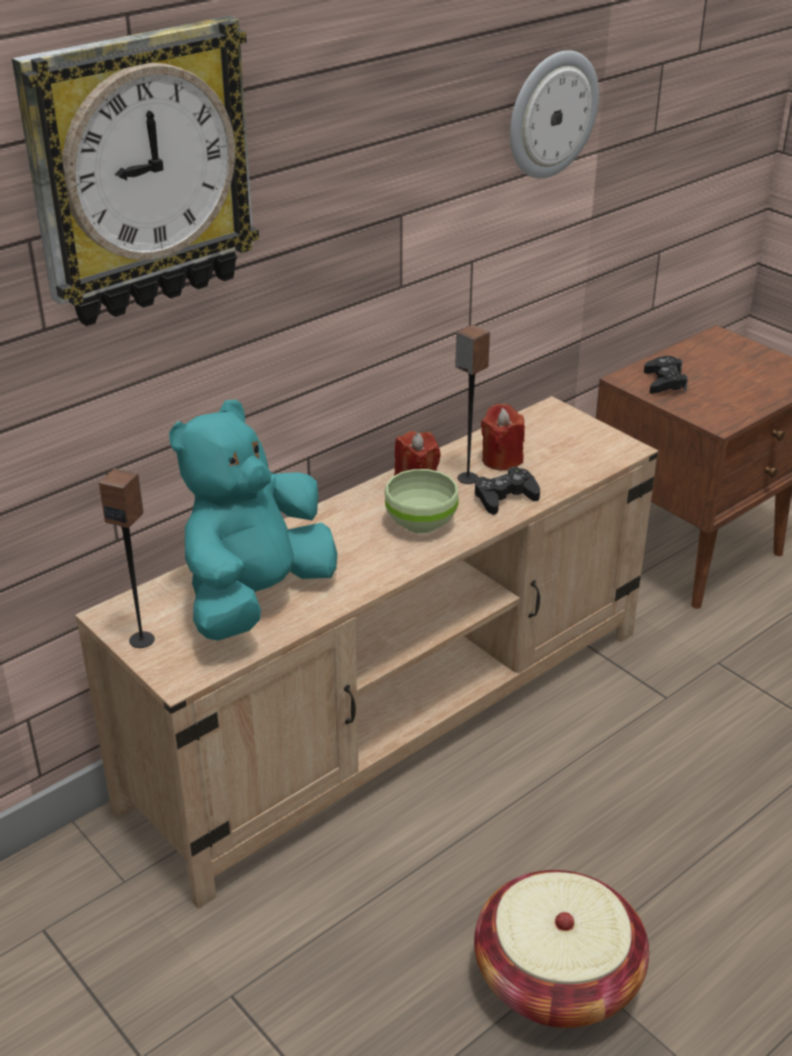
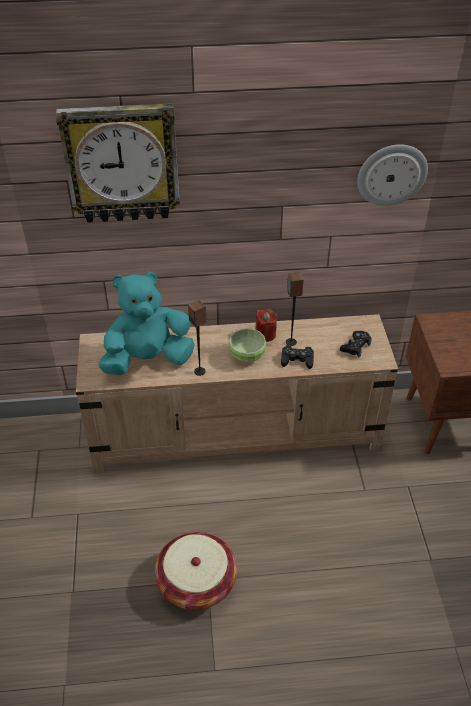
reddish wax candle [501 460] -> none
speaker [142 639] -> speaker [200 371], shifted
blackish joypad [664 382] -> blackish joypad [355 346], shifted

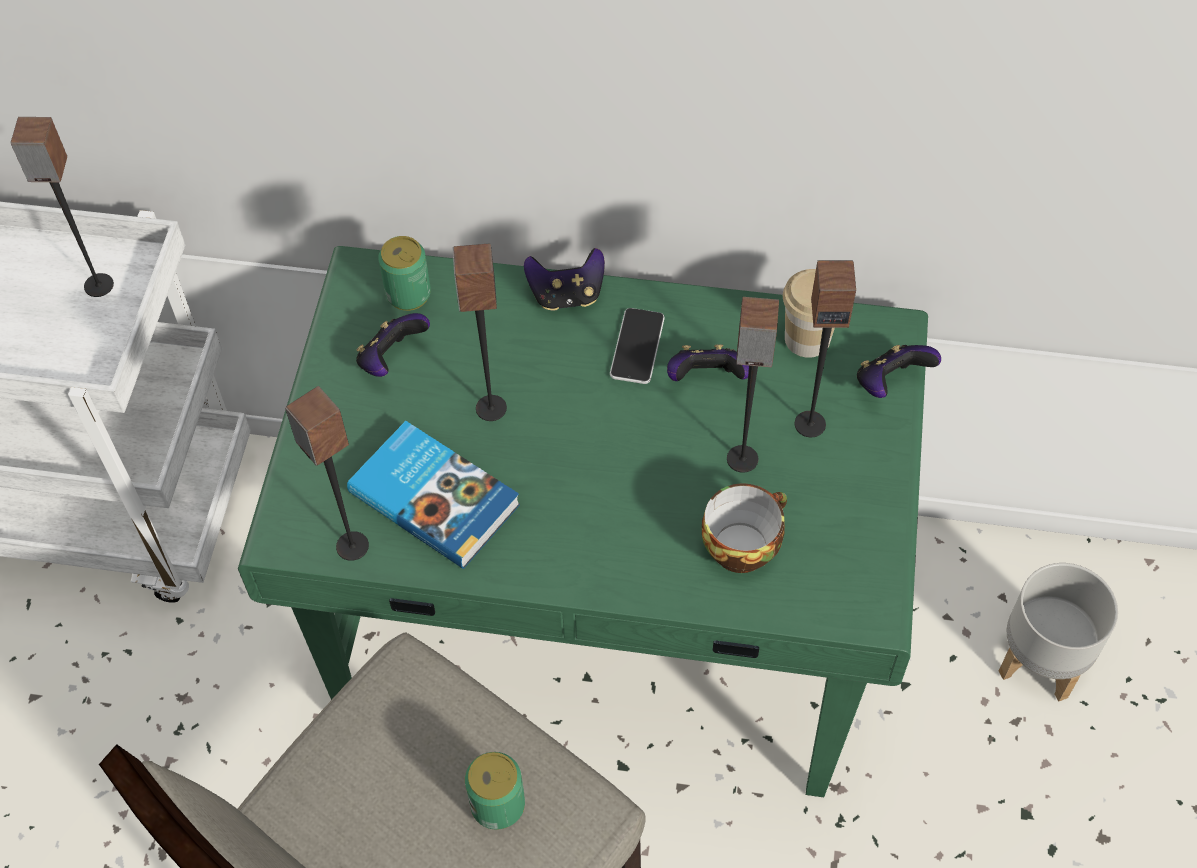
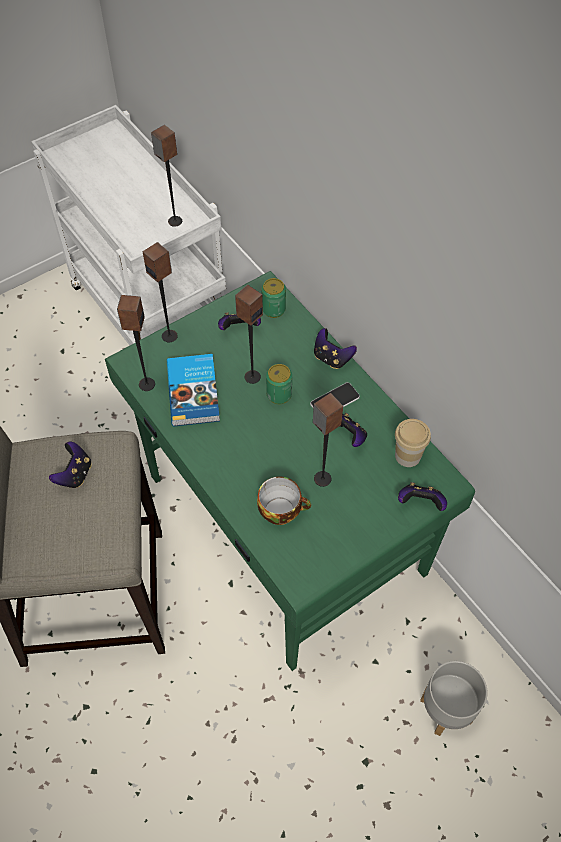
none -> joypad [75 474]
metal can [498 805] -> metal can [279 395], shifted
speaker [810 423] -> speaker [170 336], shifted

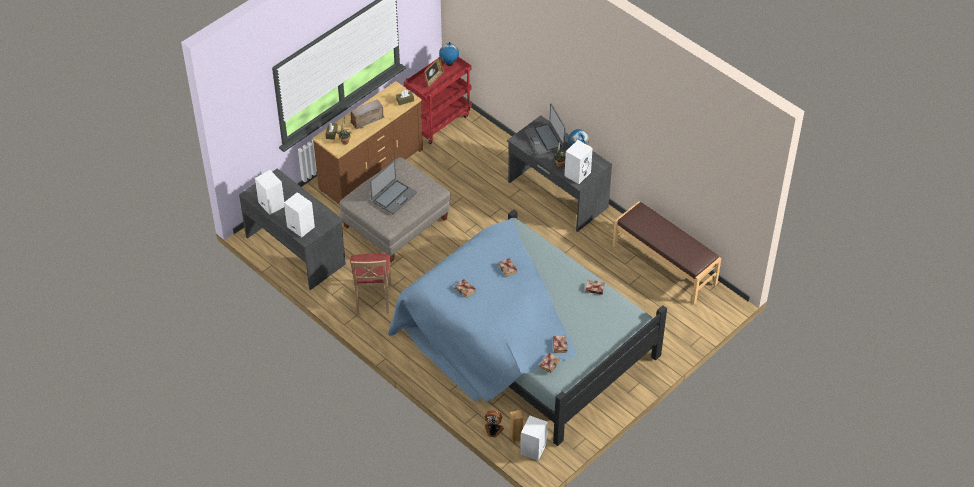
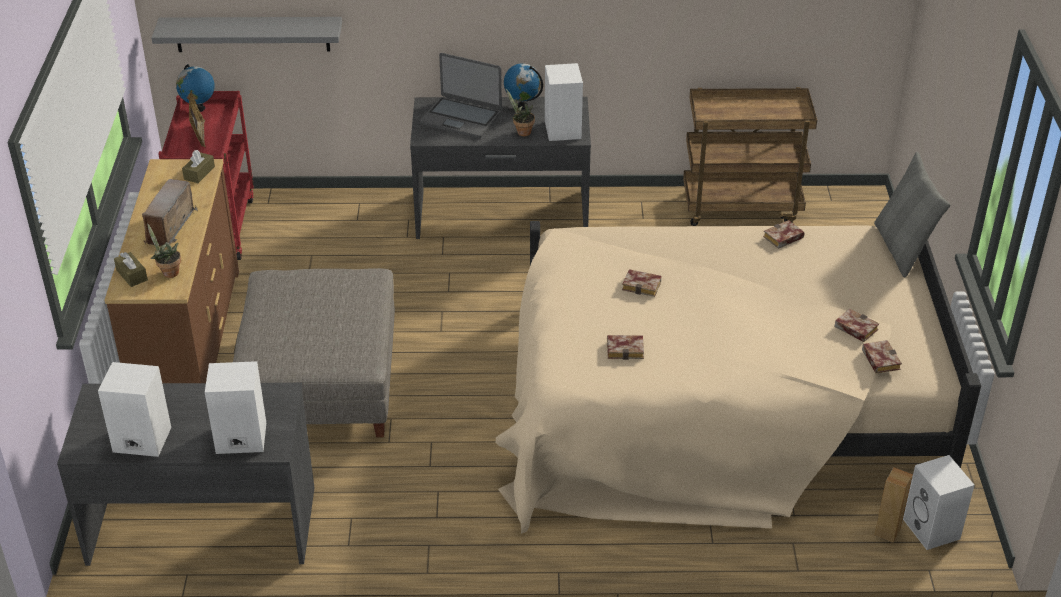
beige-coloured chair [372 298] -> none
notebook computer [393 197] -> none
electric fan [493 430] -> none
none -> greyish wall shelf [252 34]
none -> greyish cushion [902 249]
brown bench [664 264] -> brown wheeled cart [742 207]
blue sleeping bed [524 342] -> beige-coloured sleeping bed [716 405]

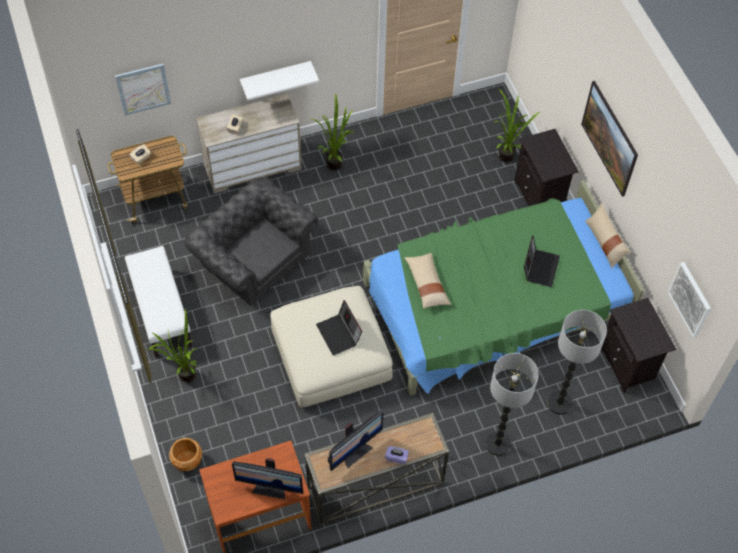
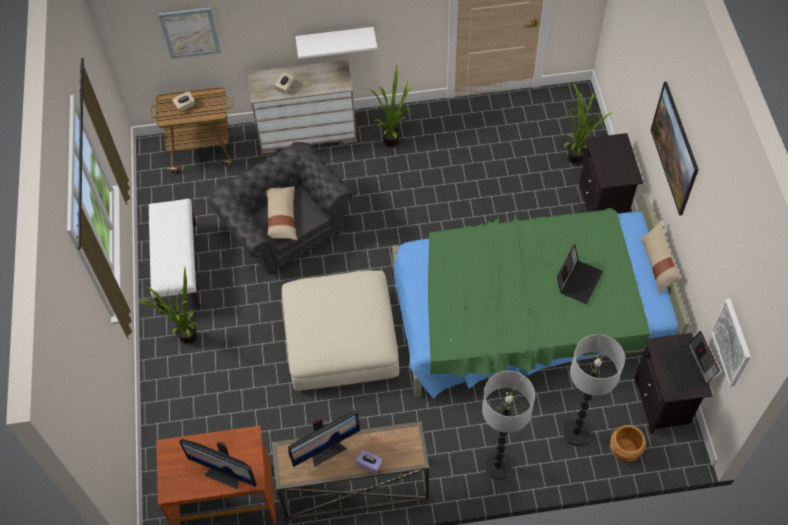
brown plant pot [187 461] -> brown plant pot [624 450], shifted
notebook computer [339 334] -> notebook computer [687 369], shifted
beige-coloured cushion [427 284] -> beige-coloured cushion [281 217], shifted

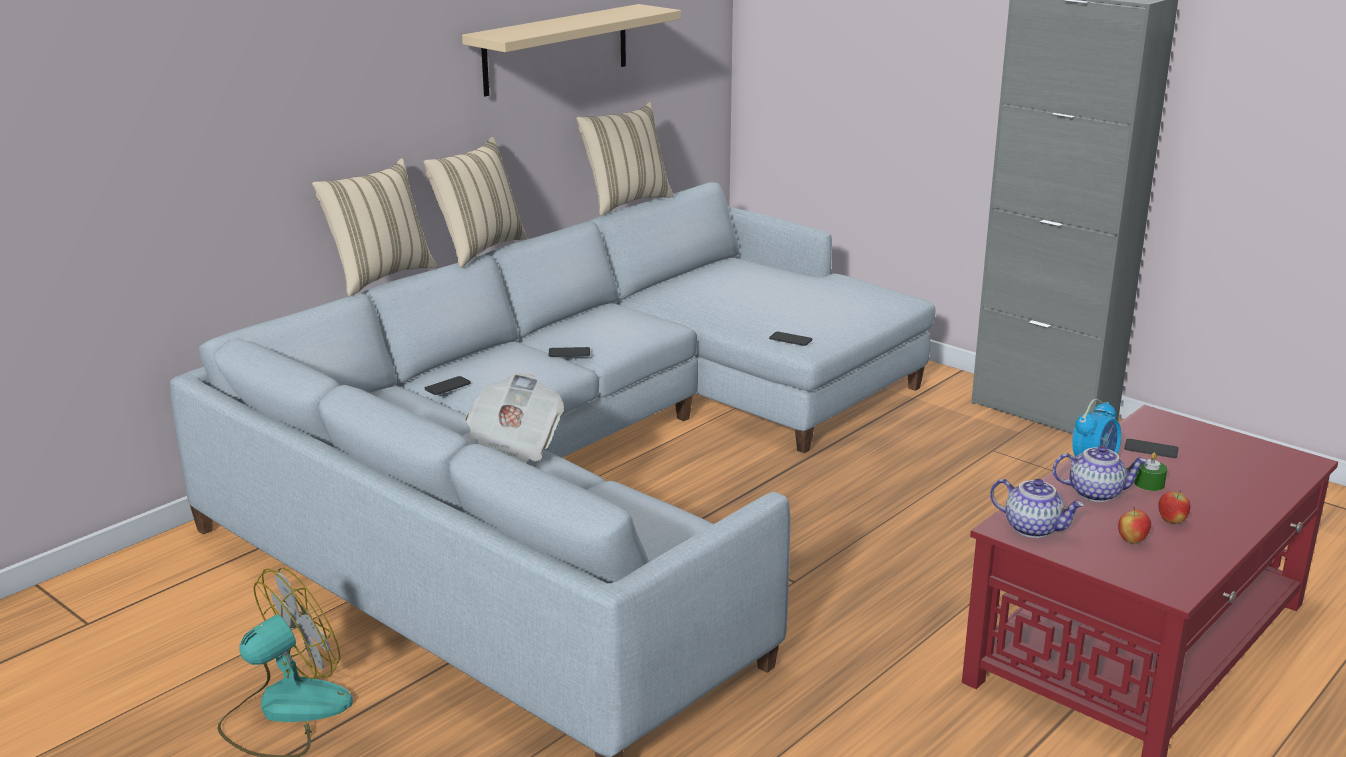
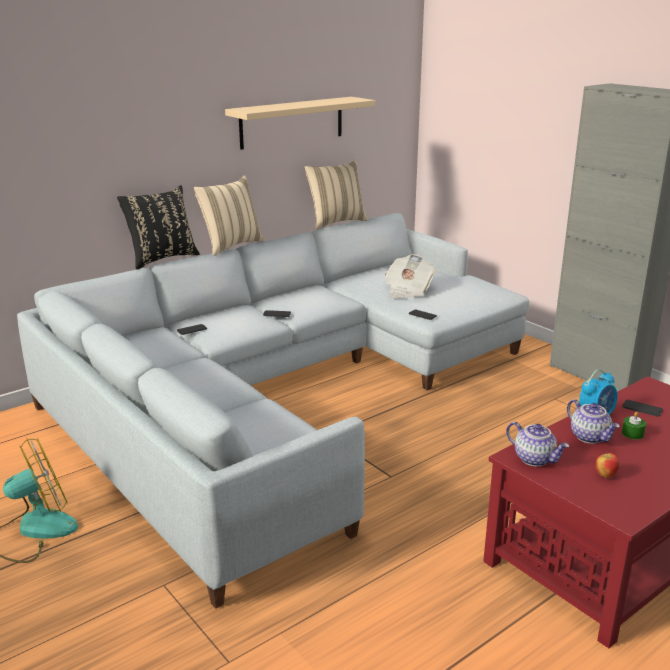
whole apple [1171 521] -> none
newspaper [512 447] -> newspaper [407 290], shifted
beige-coloured cushion [379 277] -> blackish cushion [161 259]
pot for tea [1095 493] -> pot for tea [590 437], 45 degrees clockwise

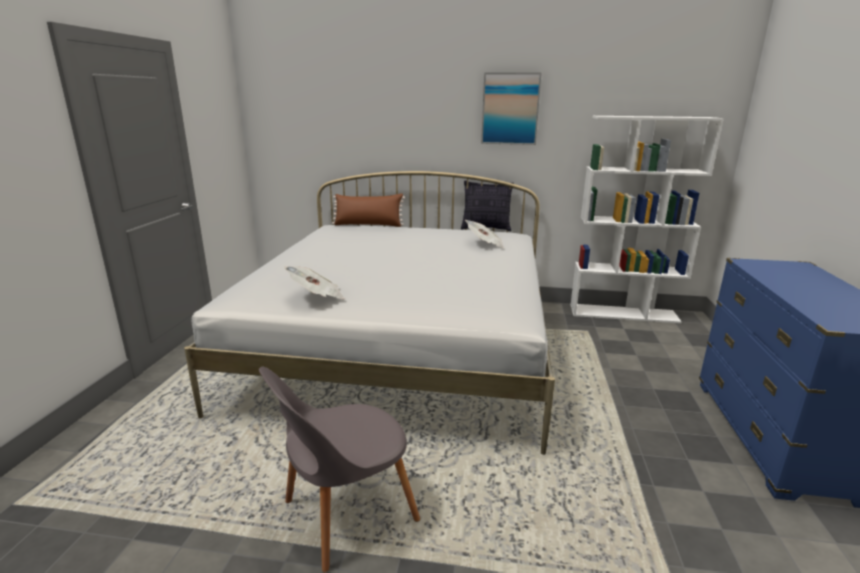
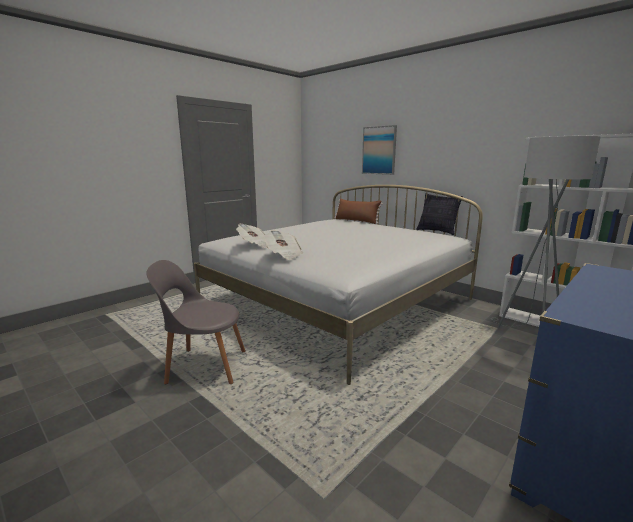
none -> greyish standard lamp [526 337]
newspaper [485 244] -> newspaper [284 255], shifted
wall art [510 109] -> wall art [379 150], shifted

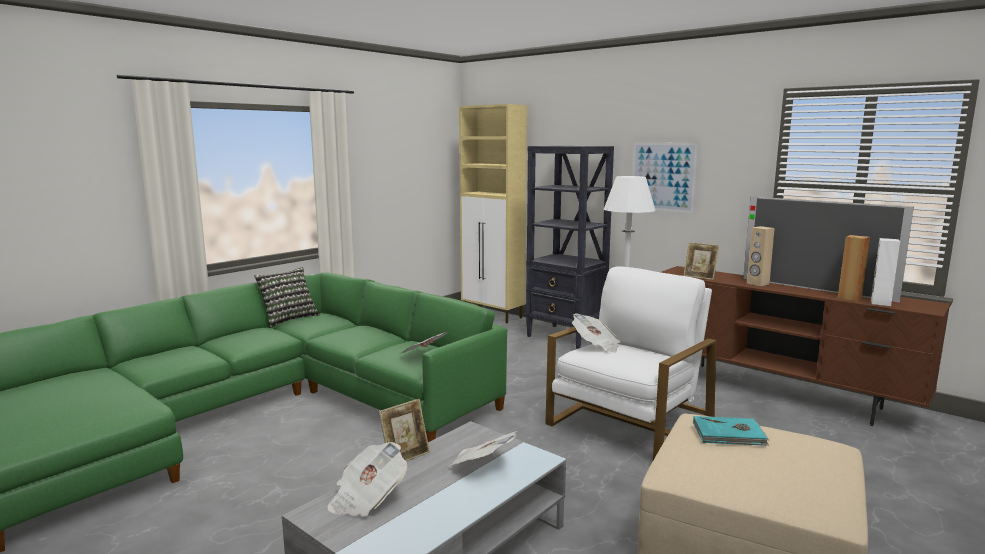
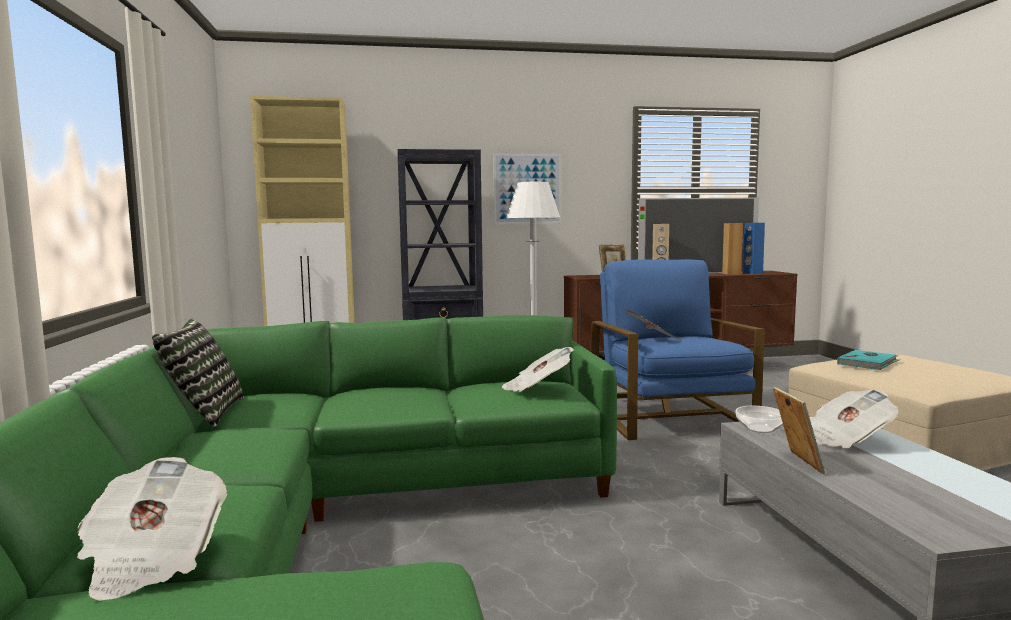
none -> serving bowl [761 429]
newspaper [367 498] -> newspaper [152 559], shifted
white-coloured lounge chair [630 423] -> blue lounge chair [669 416]
white-coloured speaker [880 303] -> blue speaker [752 273]

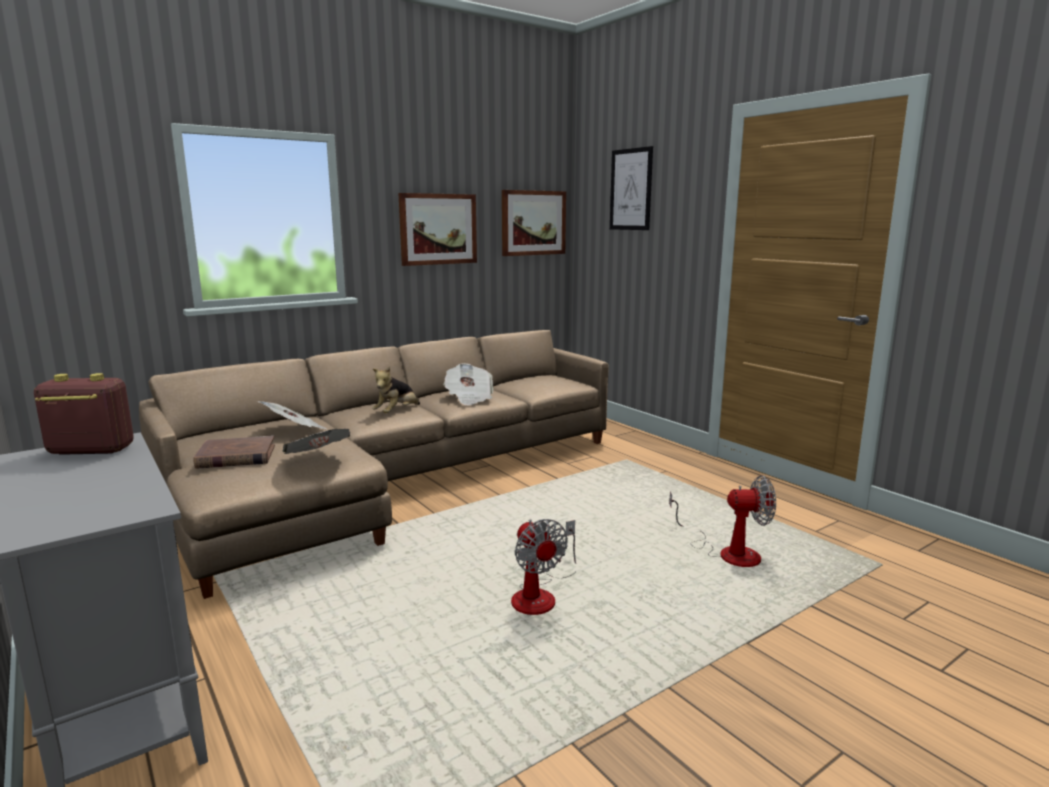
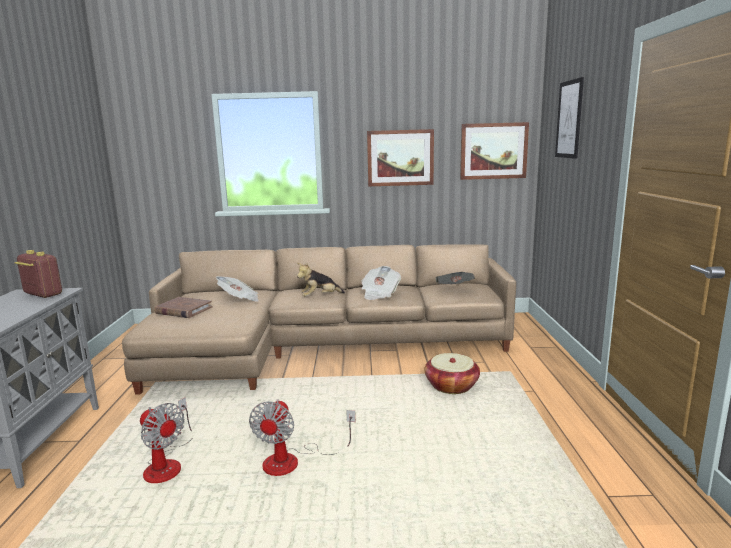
none -> storage basket [451 386]
newspaper [317 459] -> newspaper [454 289], shifted
electric fan [727 552] -> electric fan [167 464], shifted

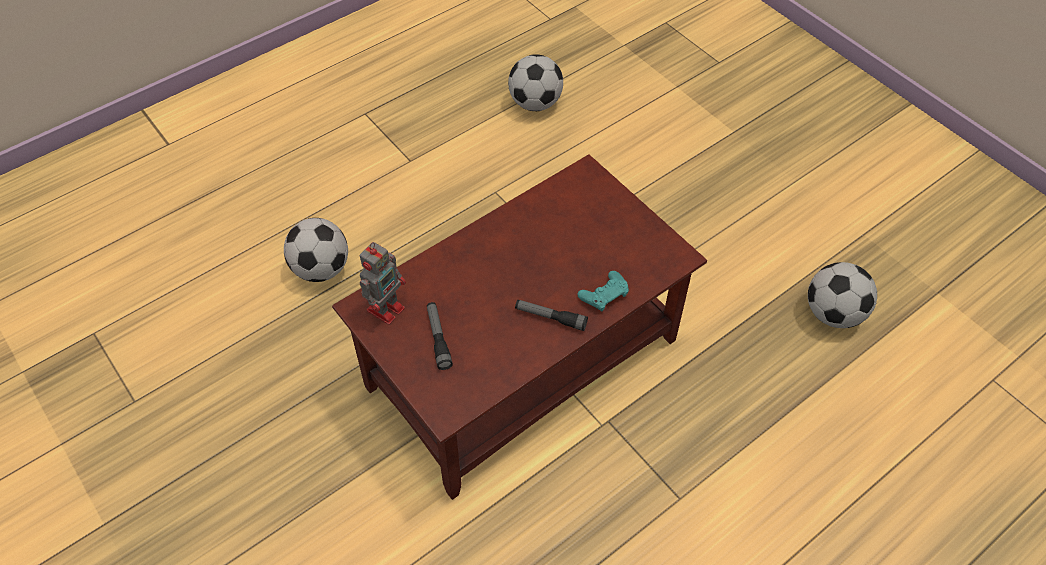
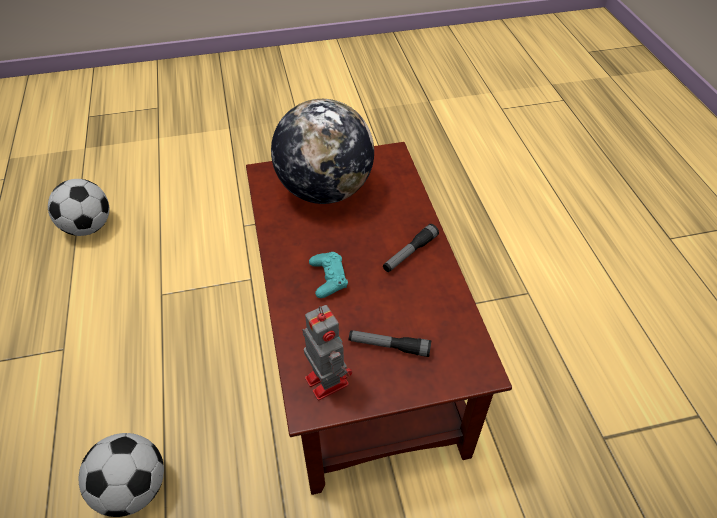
football [833 313] -> none
none -> world globe [324 190]
blue-green joypad [604 295] -> blue-green joypad [328 278], shifted

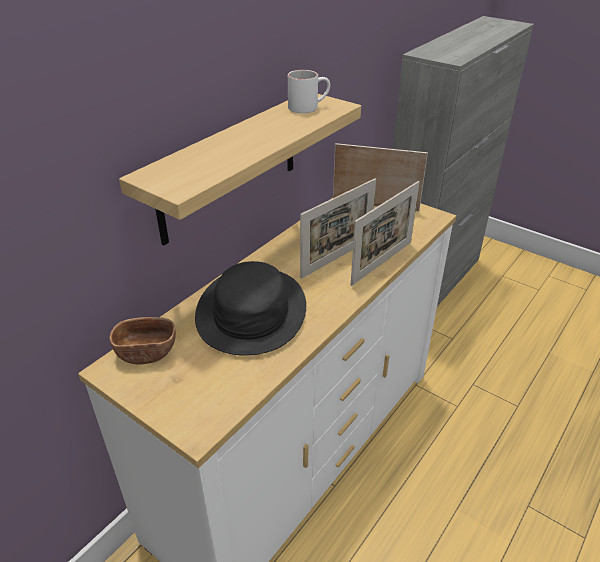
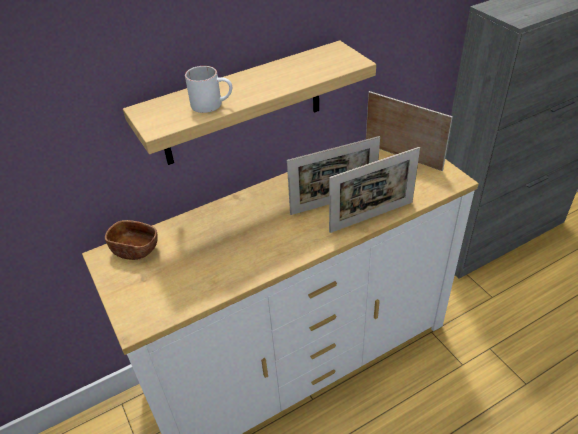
blackish clothing hat [251 311] -> none
white-coloured mug [308 107] -> white-coloured mug [212 104], shifted

